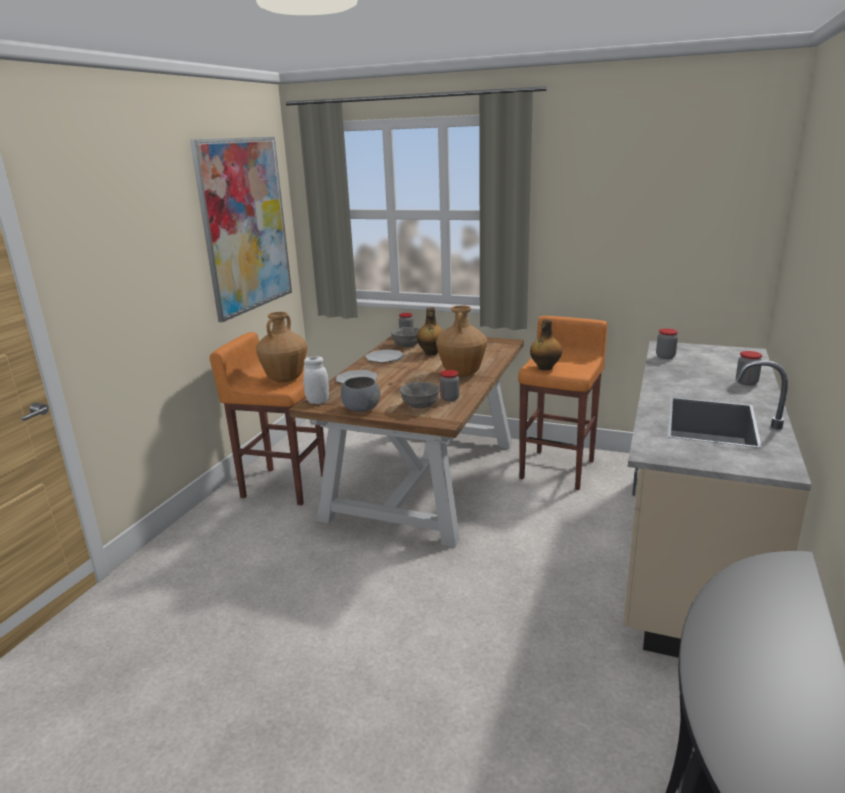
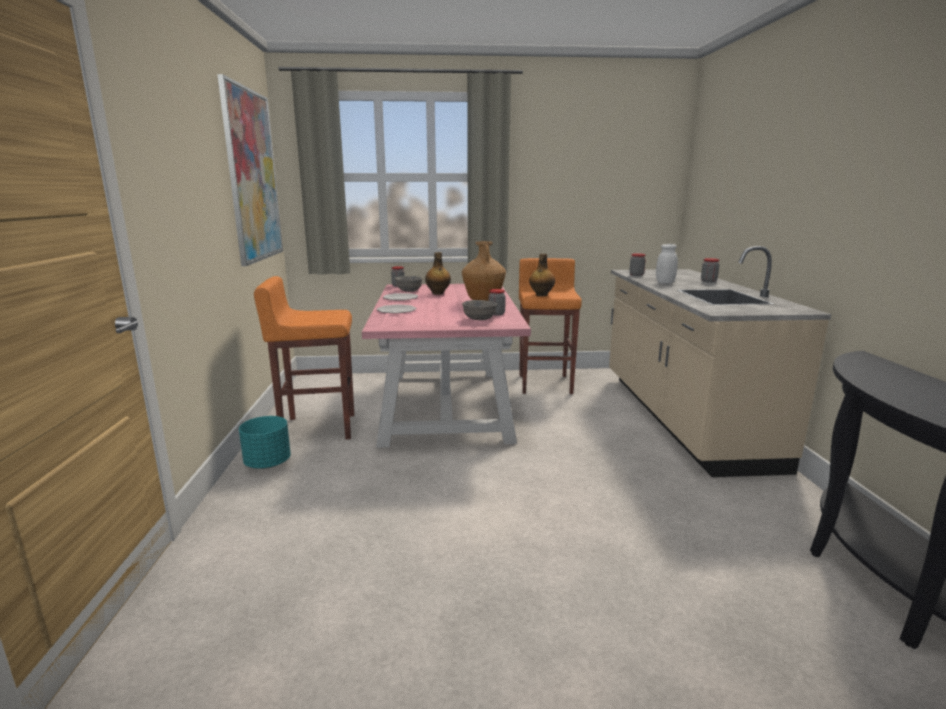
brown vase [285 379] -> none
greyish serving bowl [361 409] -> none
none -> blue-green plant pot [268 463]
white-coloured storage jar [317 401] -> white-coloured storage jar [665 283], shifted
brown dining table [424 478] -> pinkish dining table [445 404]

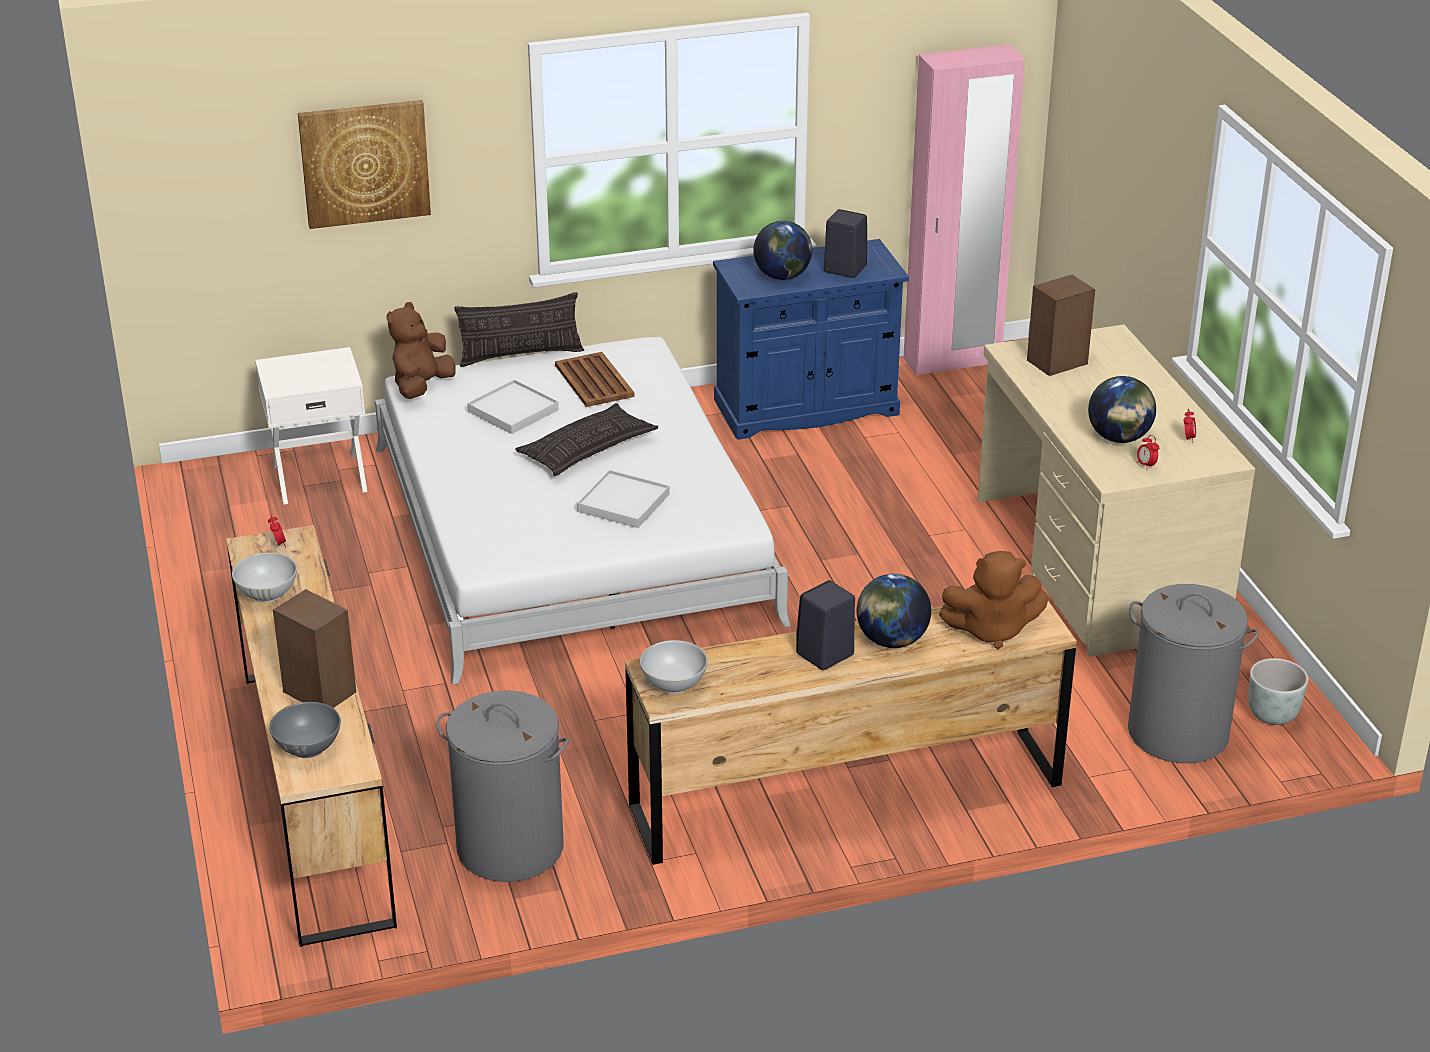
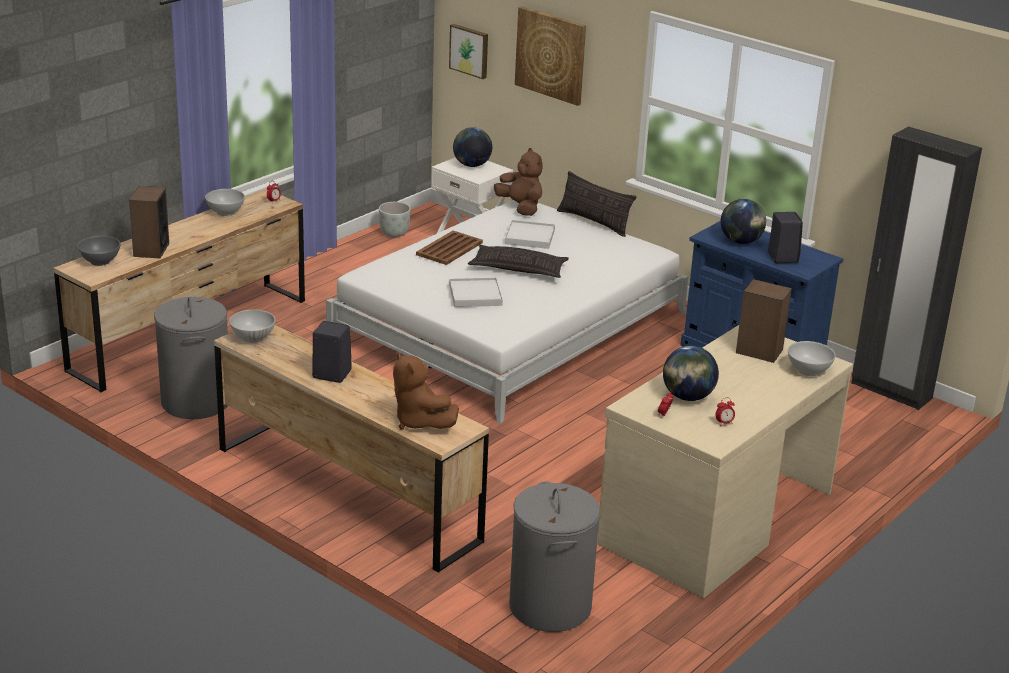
none -> wall art [470 50]
none -> white-coloured serving bowl [809 371]
brown serving tray [594 380] -> brown serving tray [450 248], shifted
world globe [891 640] -> world globe [471 165], shifted
greyish plant pot [1272 715] -> greyish plant pot [394 234], shifted
pinkish clothes cupboard [952 361] -> blackish clothes cupboard [891 391]
brown plush toy [421 387] -> brown plush toy [521 207], 60 degrees clockwise

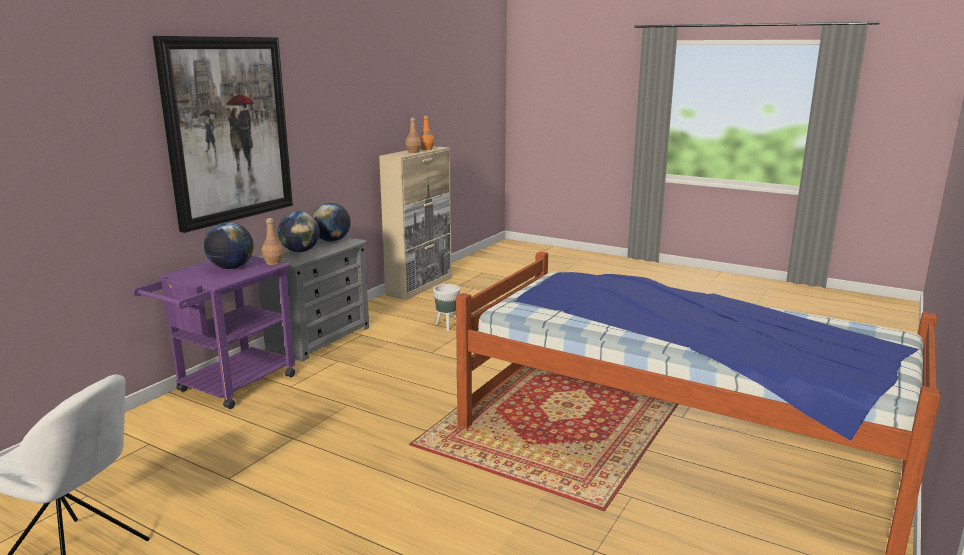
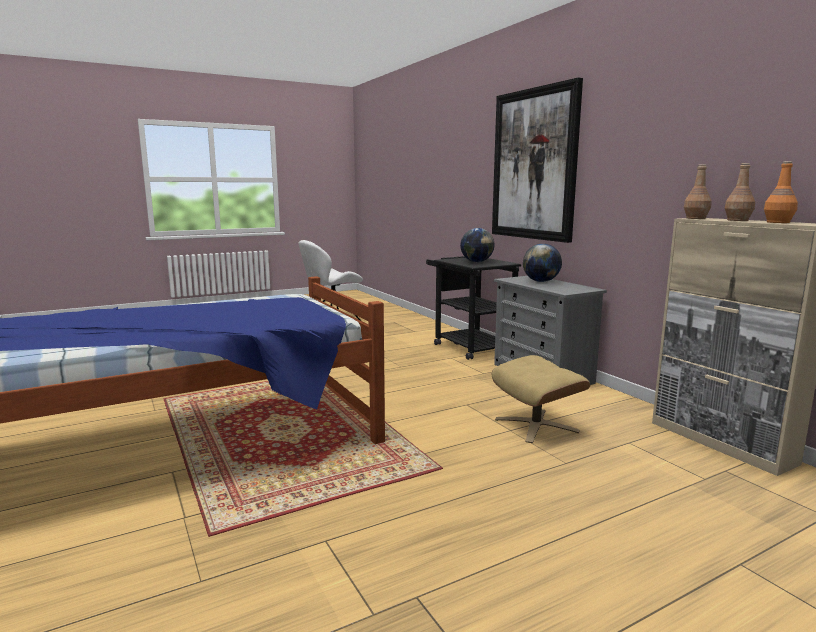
world globe [332 240] -> none
brown drink bottle [273 263] -> brown drink bottle [695 218], shifted
white-coloured plant pot [447 326] -> beige-coloured pouffe [536 425]
purple wheeled cart [229 387] -> blackish wheeled cart [468 346]

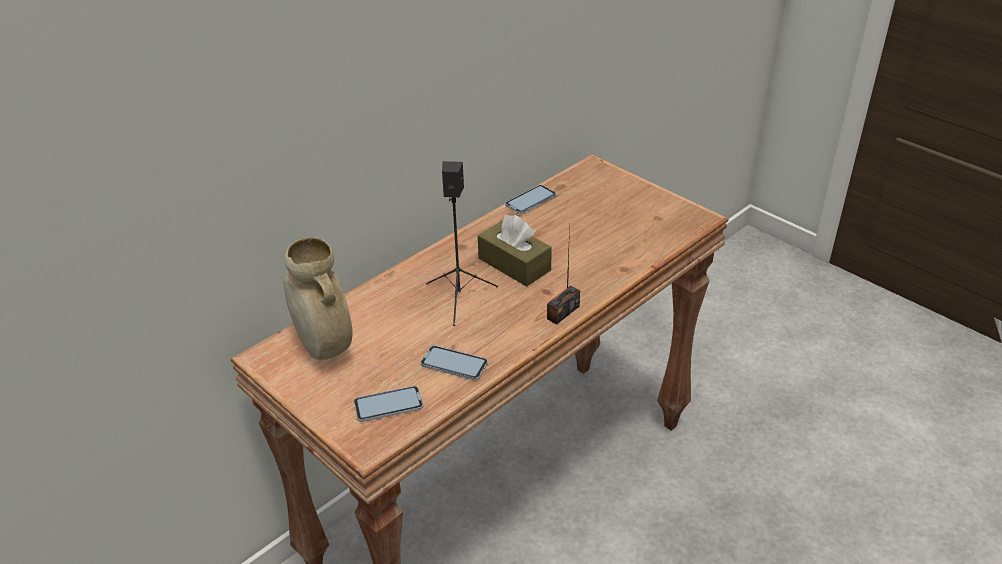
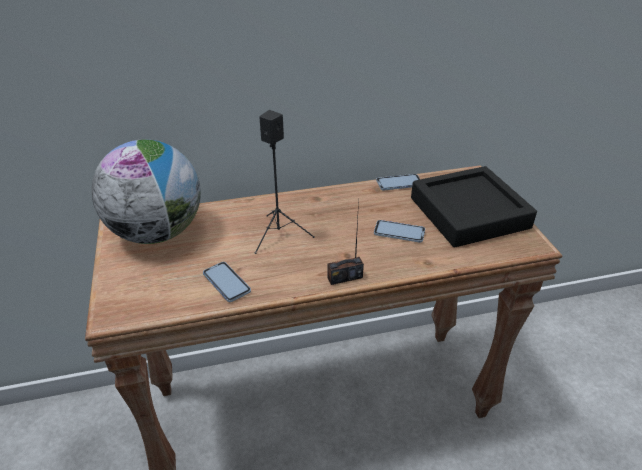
brown box of tissues [514 264] -> none
none -> blackish serving tray [469 213]
handset [388 405] -> handset [399 232], shifted
beige-coloured vase [323 347] -> world globe [157 232]

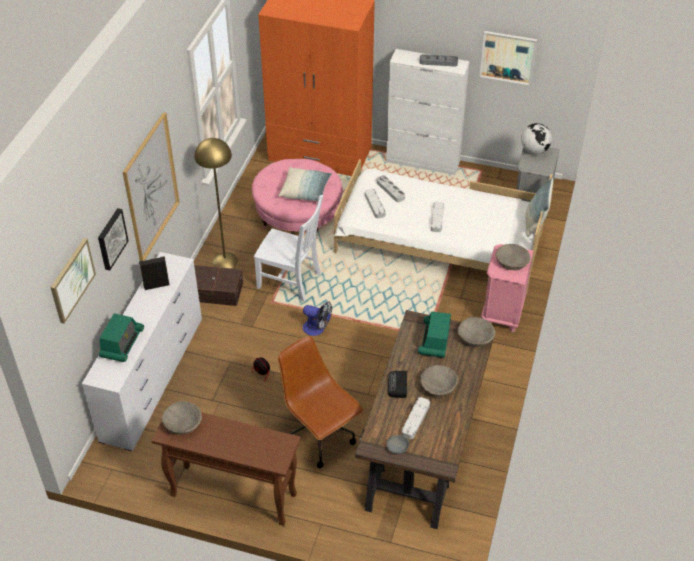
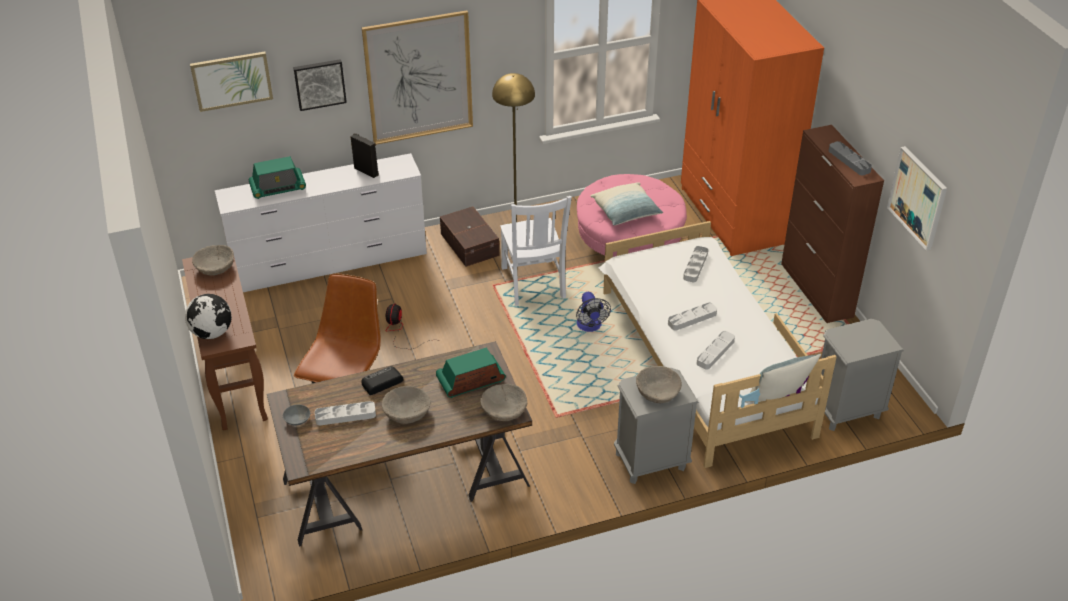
electric fan [317 329] -> electric fan [590 327], shifted
greyish serving tray [375 205] -> greyish serving tray [715 352], shifted
world globe [534 150] -> world globe [212 333], shifted
white-coloured cupboard [423 162] -> brown cupboard [816 290]
pinkish nightstand [502 314] -> greyish nightstand [650 462]

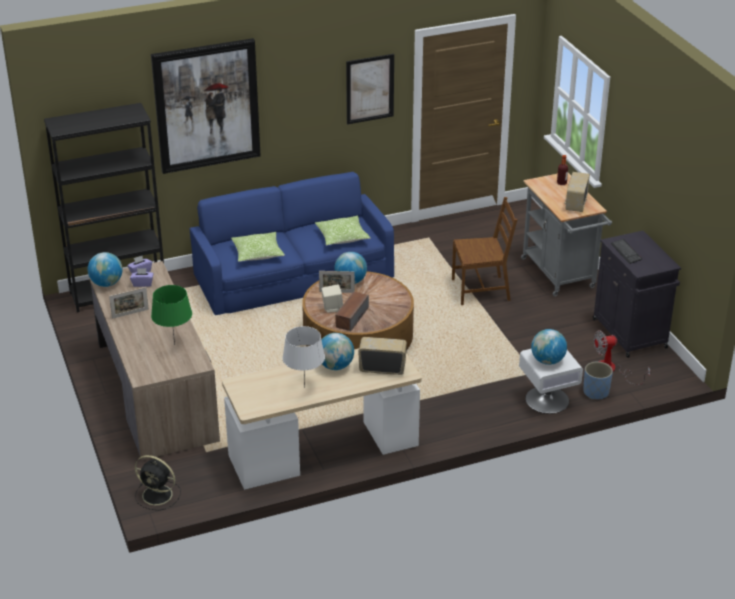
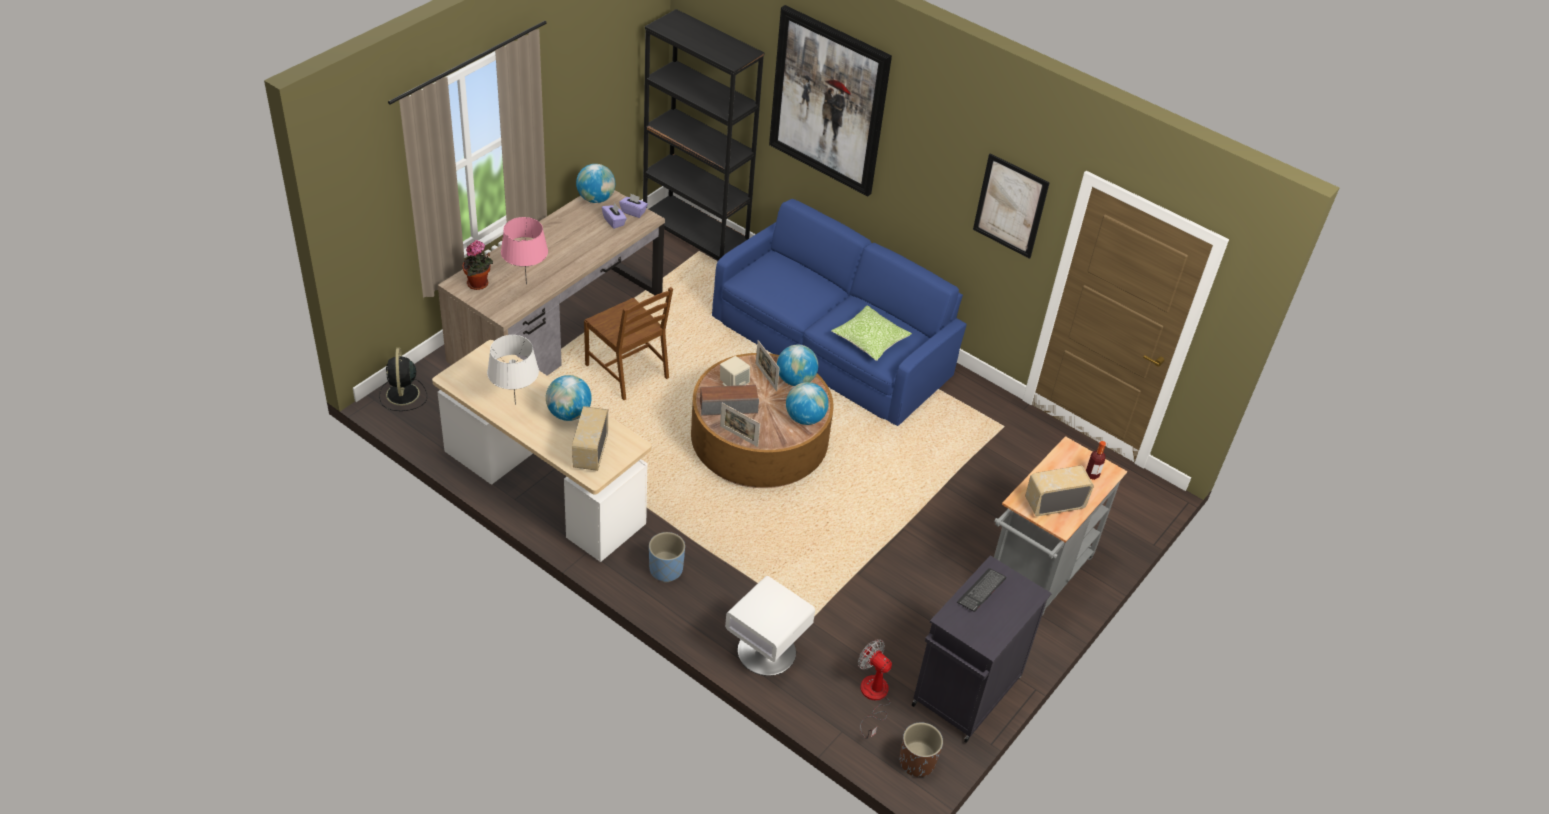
cushion [257 253] -> none
none -> houseplant [479 284]
none -> brown plant pot [917 762]
photo frame [130 314] -> photo frame [738 436], shifted
brown chair [481 290] -> brown chair [628 372], shifted
world globe [547 361] -> world globe [805 418], shifted
blue plant pot [596 392] -> blue plant pot [666 569], shifted
green tabletop lamp [174 344] -> pinkish tabletop lamp [526 283]
radio receiver [382 368] -> radio receiver [589 452], 150 degrees counterclockwise

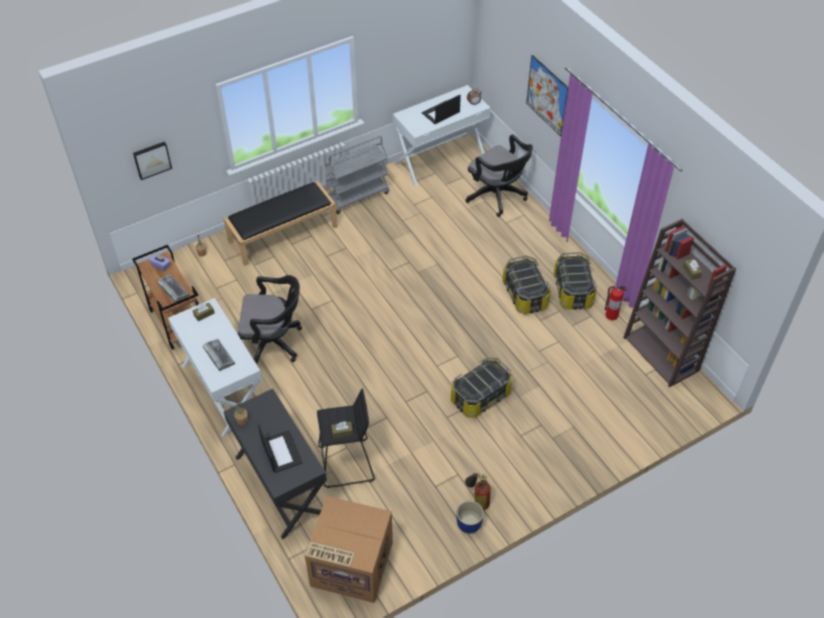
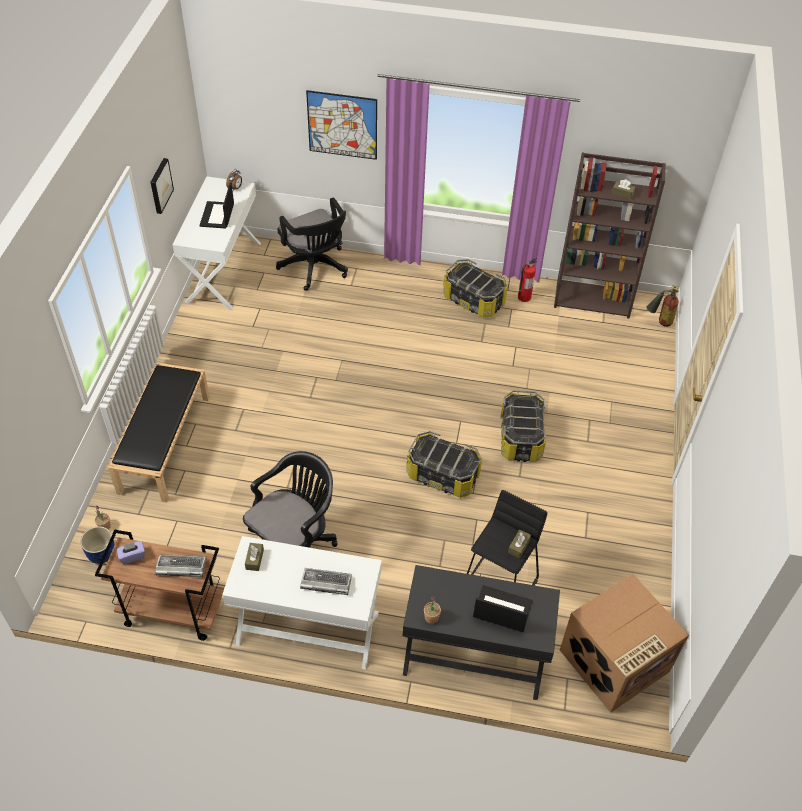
greyish wheeled cart [358 196] -> none
wall art [152 159] -> wall art [160 185], shifted
blue plant pot [469 523] -> blue plant pot [102 553], shifted
extinguisher [477 500] -> extinguisher [659 322], shifted
storage box [525 294] -> storage box [443 475], shifted
blackish desk chair [497 196] -> blackish desk chair [315 268], 60 degrees clockwise

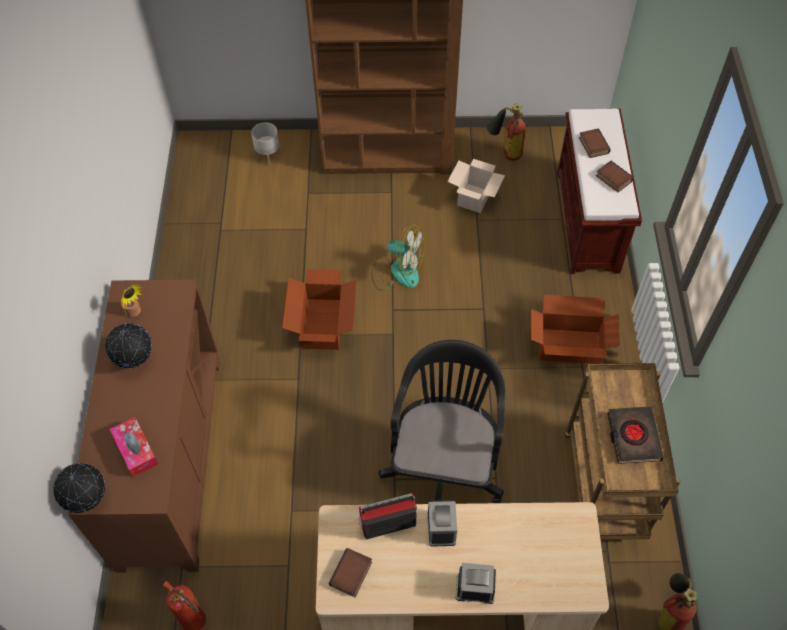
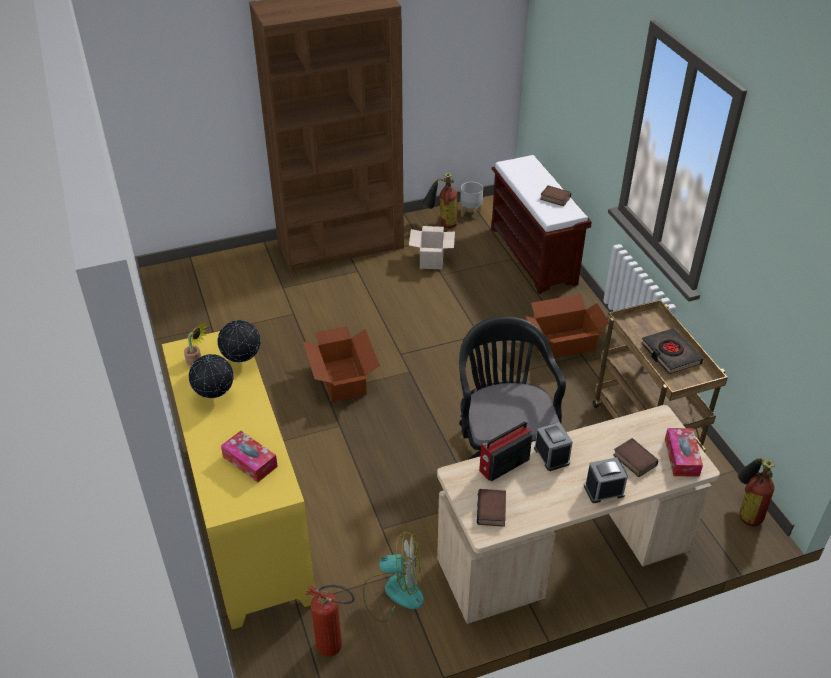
none -> box of tissues [681 457]
world globe [88 500] -> world globe [242 361], shifted
greyish plant pot [268 156] -> greyish plant pot [471 213], shifted
electric fan [397 270] -> electric fan [394 592], shifted
volume [592 145] -> volume [633 460], shifted
brown cupboard [170 460] -> yellow-coloured cupboard [245 521]

